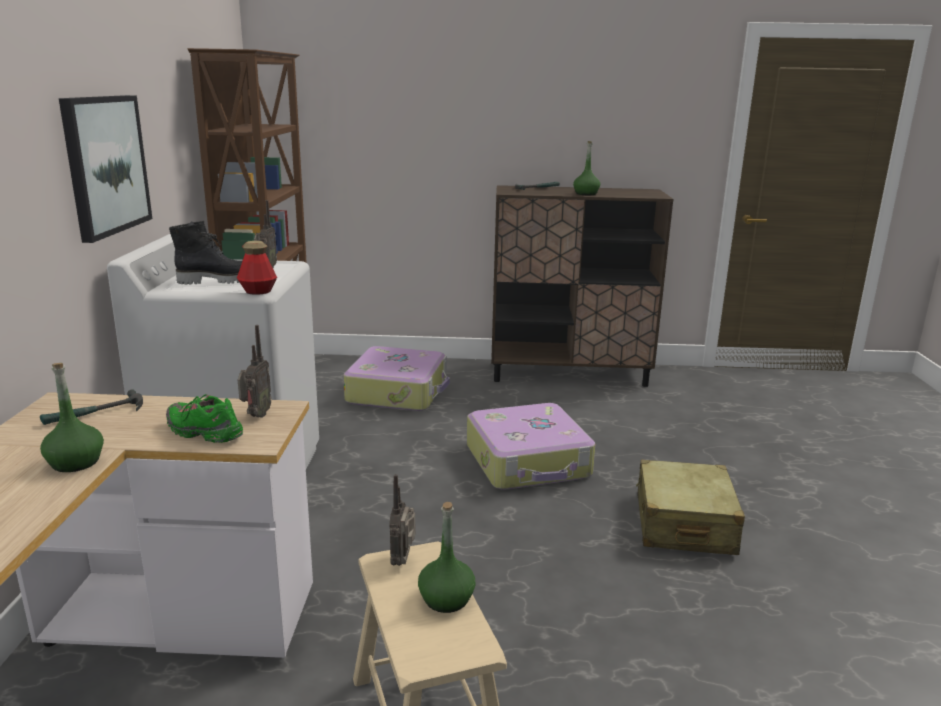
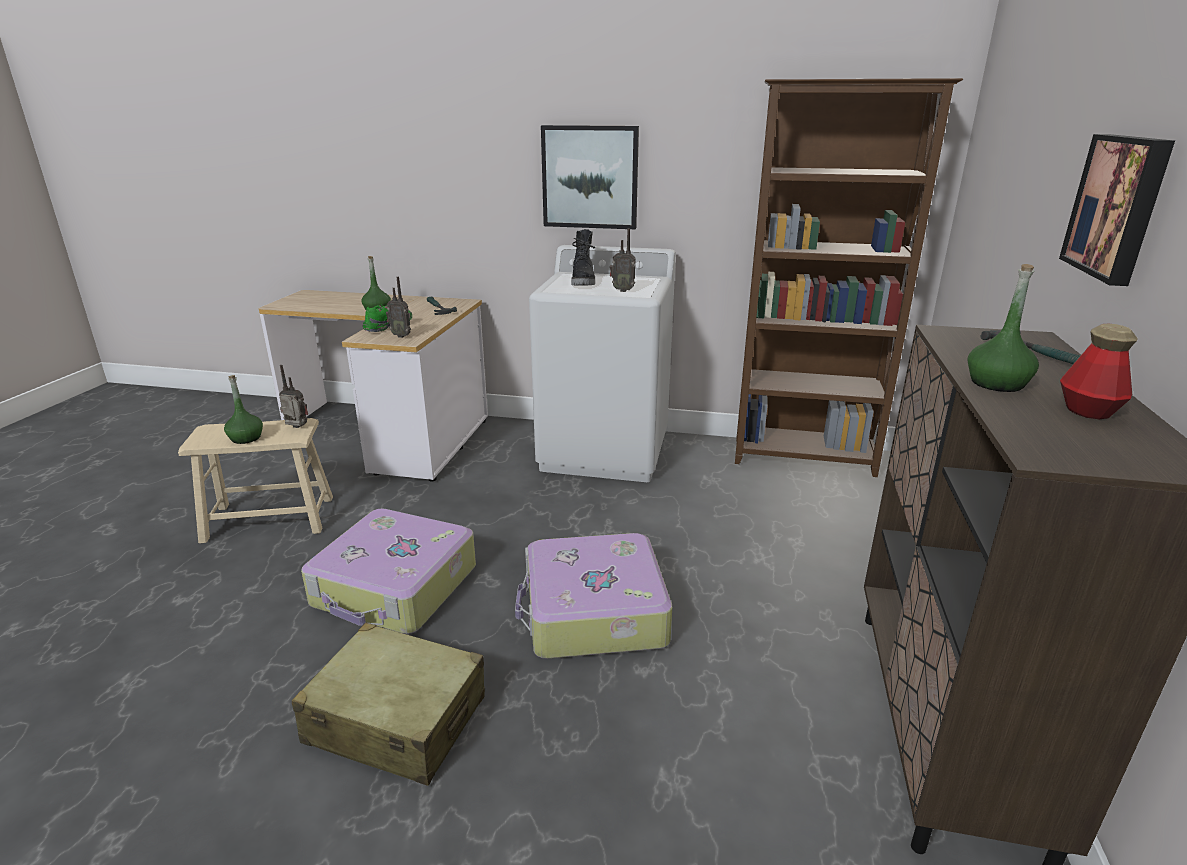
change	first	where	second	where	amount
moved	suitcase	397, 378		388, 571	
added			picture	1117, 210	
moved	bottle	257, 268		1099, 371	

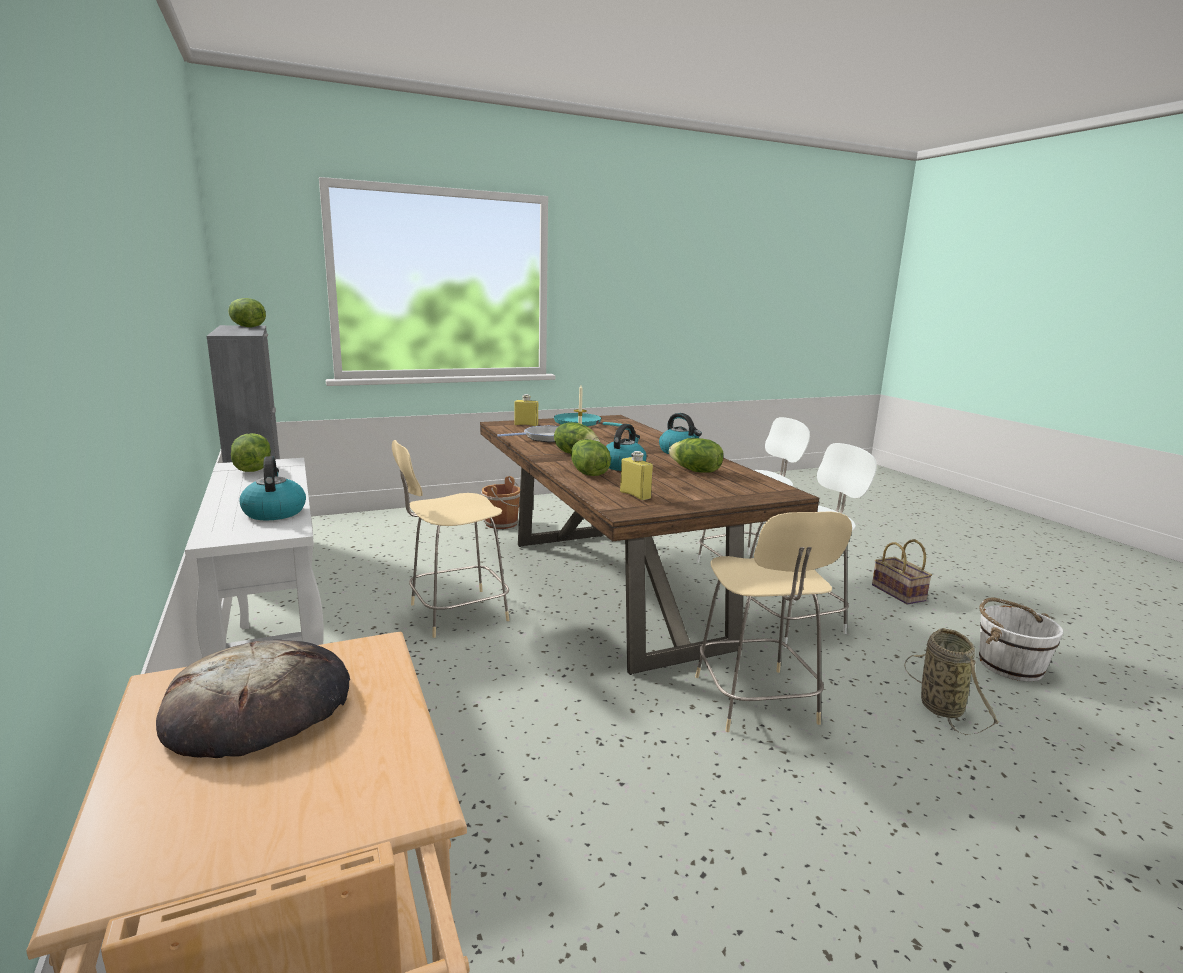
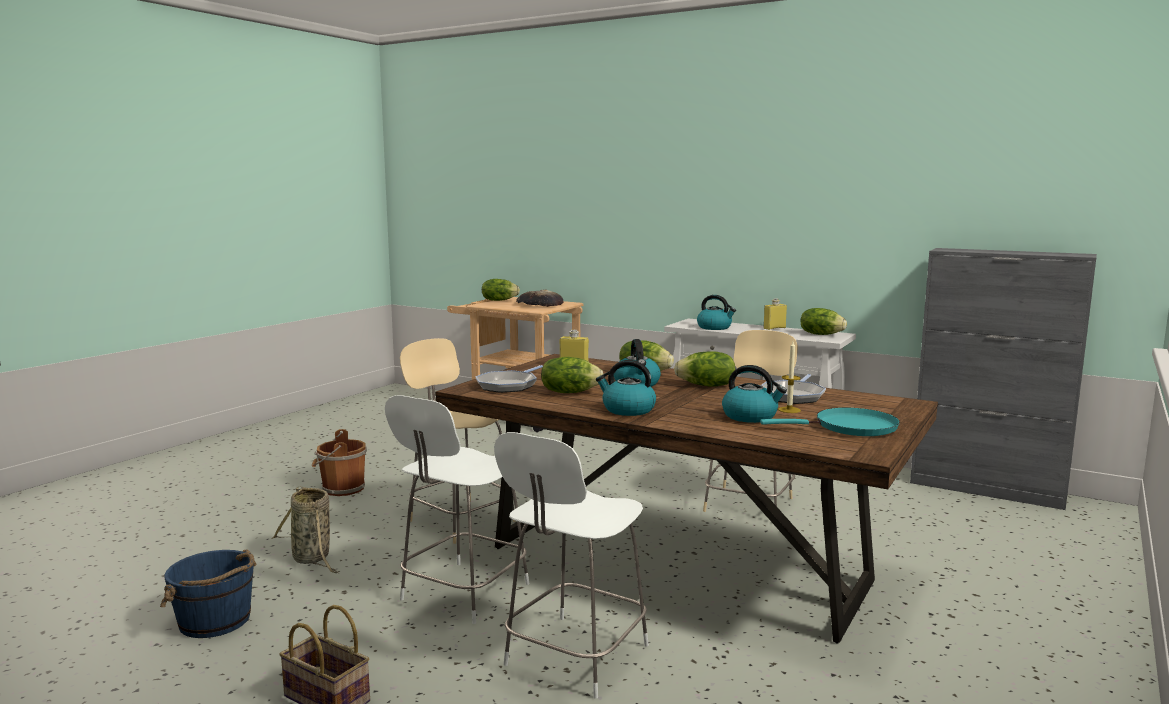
change	first	where	second	where	amount
recoloured	white bucket	1021, 639	blue bucket	208, 594	
moved	brown bucket	500, 502		339, 462	
added			frying pan	509, 379	
moved	lettuce	247, 312		501, 290	
added			kettle	754, 394	
moved	yellow bottle	526, 410		775, 314	

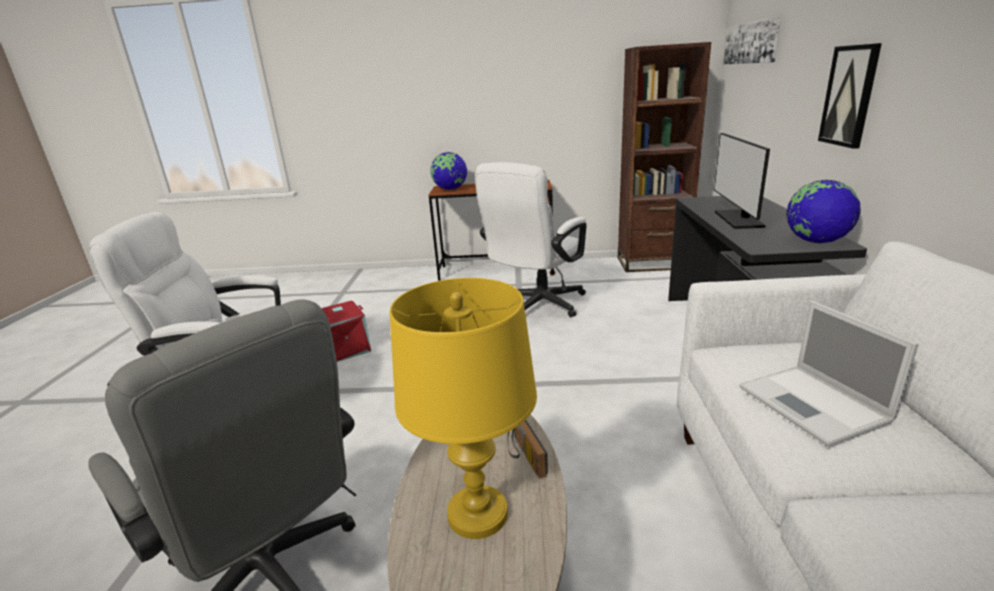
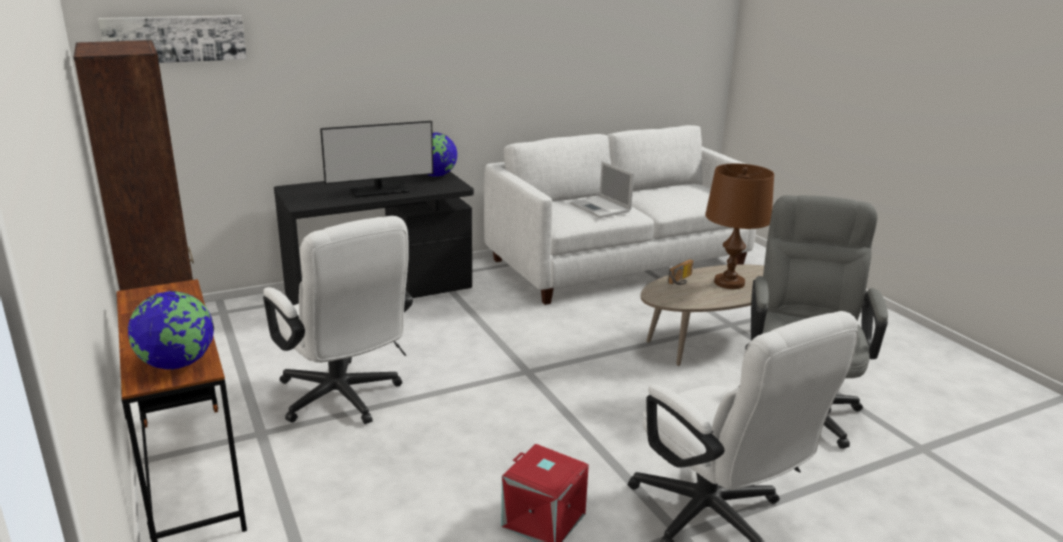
change	first	where	second	where	amount
turned	white office chair	531, 239		338, 320	45 degrees clockwise
turned	laptop	829, 374		602, 189	105 degrees clockwise
recoloured	yellow table lamp	463, 408	brown table lamp	739, 226	
removed	picture	850, 96			

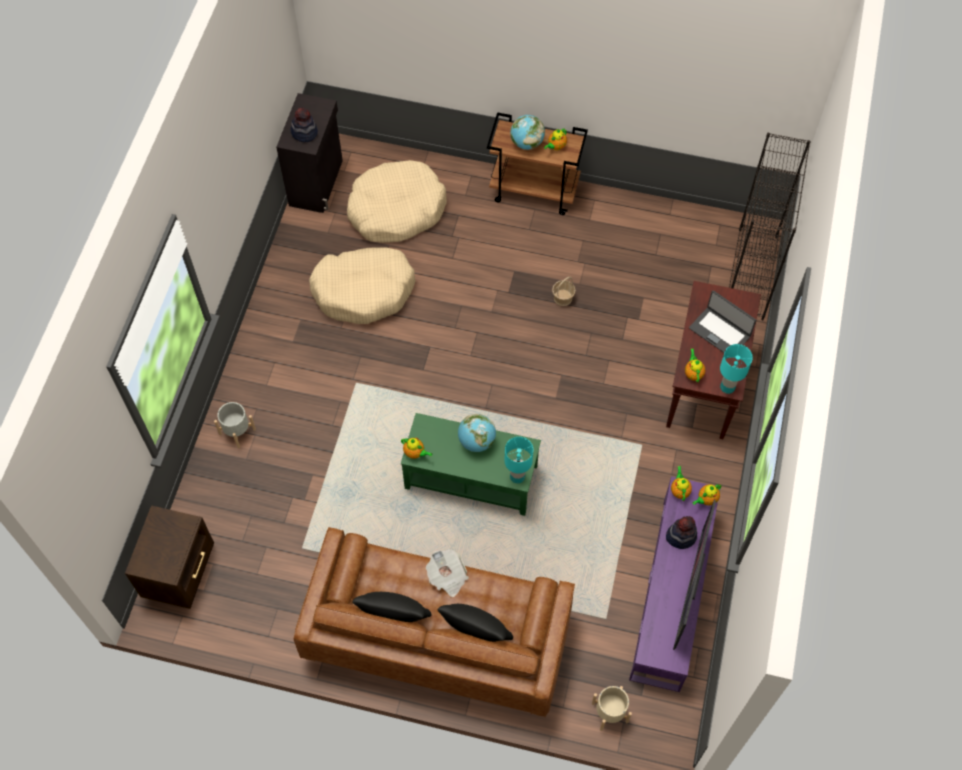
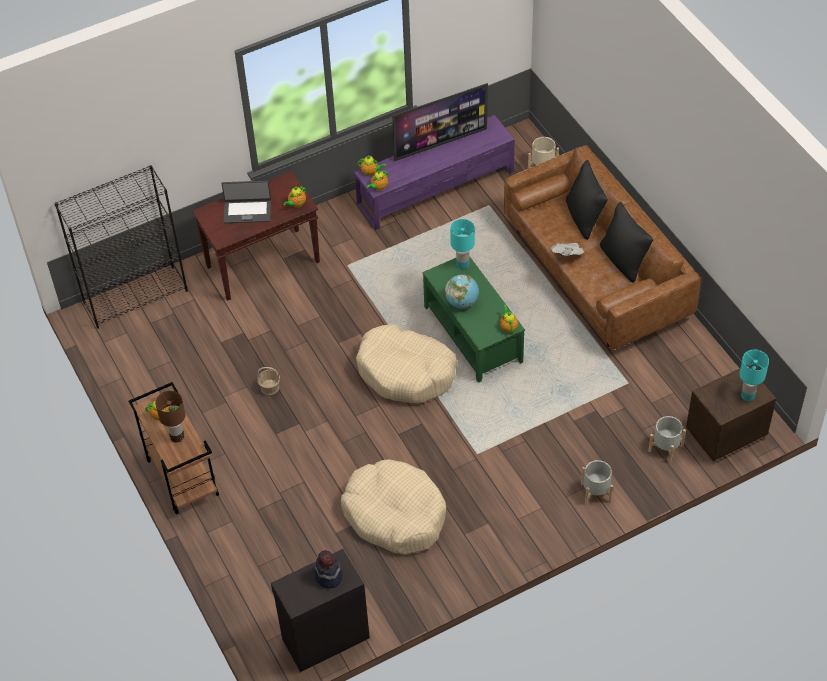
change	first	where	second	where	amount
replaced	globe	527, 132	brown table lamp	170, 416	
turned	laptop	722, 324		246, 202	90 degrees clockwise
moved	beige dog bed	397, 201		406, 364	
added			grey planter	667, 439	
moved	turquoise table lamp	736, 369		754, 375	
removed	hat	681, 532			

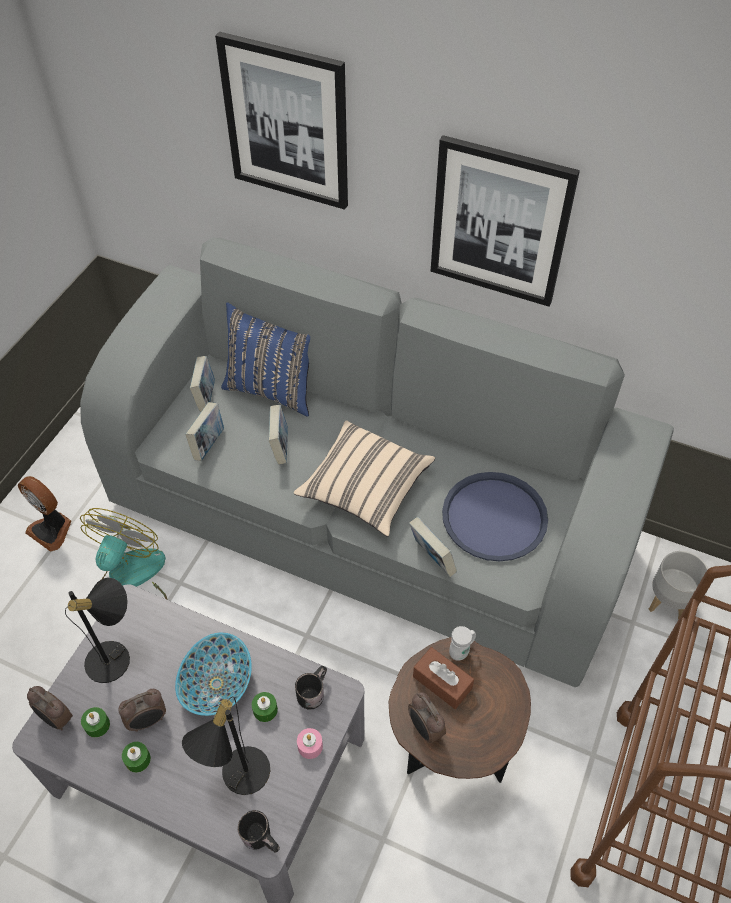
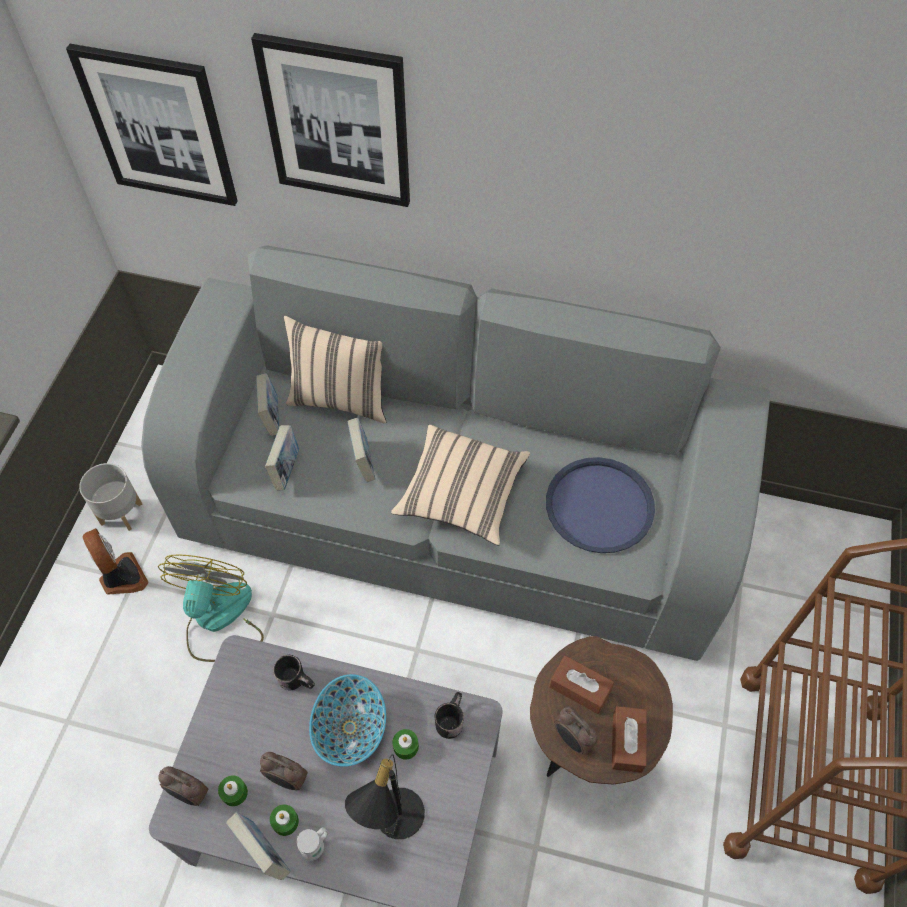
change	first	where	second	where	amount
moved	picture	505, 221		152, 125	
moved	grey planter	678, 585		111, 497	
turned	fan	44, 514		115, 561	150 degrees counterclockwise
moved	book	433, 547		258, 846	
turned	alarm clock	142, 710		284, 771	60 degrees clockwise
moved	black mug	259, 831		294, 673	
recoloured	blue pillow	265, 359	beige pillow	335, 369	
moved	white mug	462, 643		312, 844	
added			brown tissue box	629, 739	
removed	black table lamp	97, 630			
removed	pink candle	310, 743			

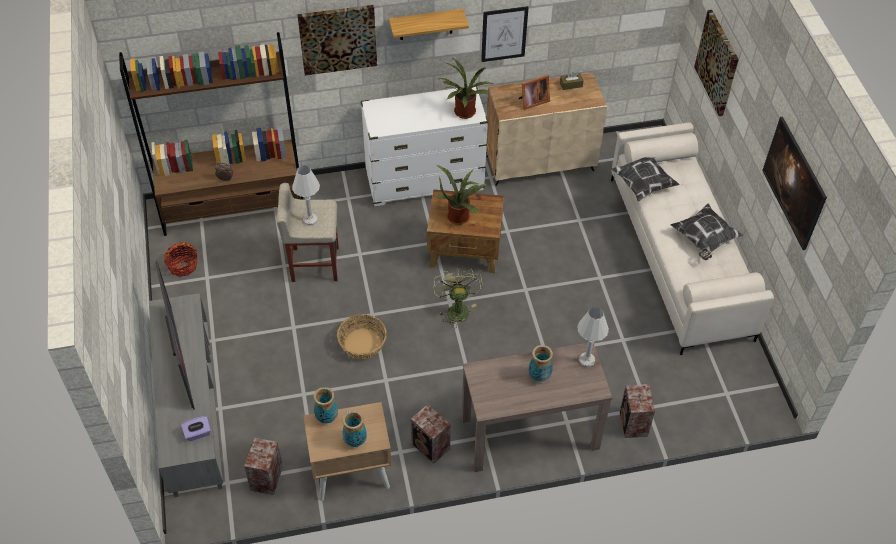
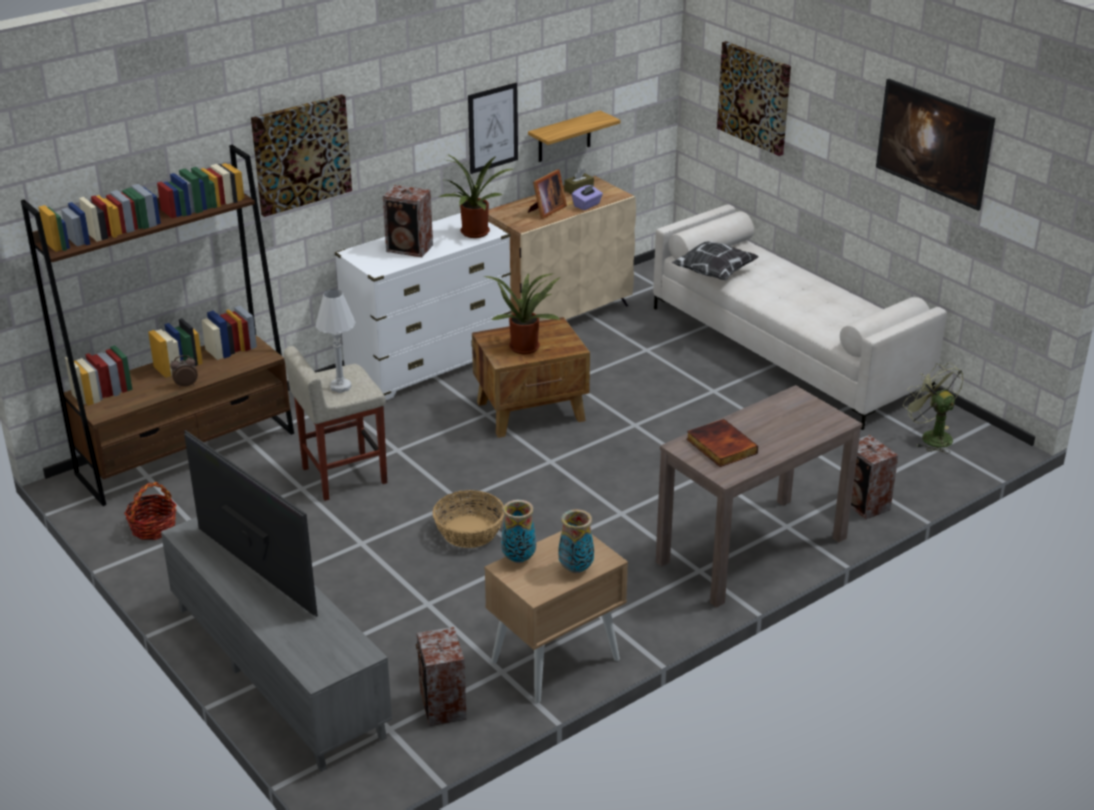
change	first	where	second	where	amount
moved	speaker	431, 434		408, 221	
moved	shelf	429, 24		574, 136	
moved	purple tissue box	196, 428		587, 197	
added			book	722, 443	
moved	green fan	458, 298		933, 408	
removed	vase	541, 363			
removed	white table lamp	593, 337			
removed	pillow	707, 232			

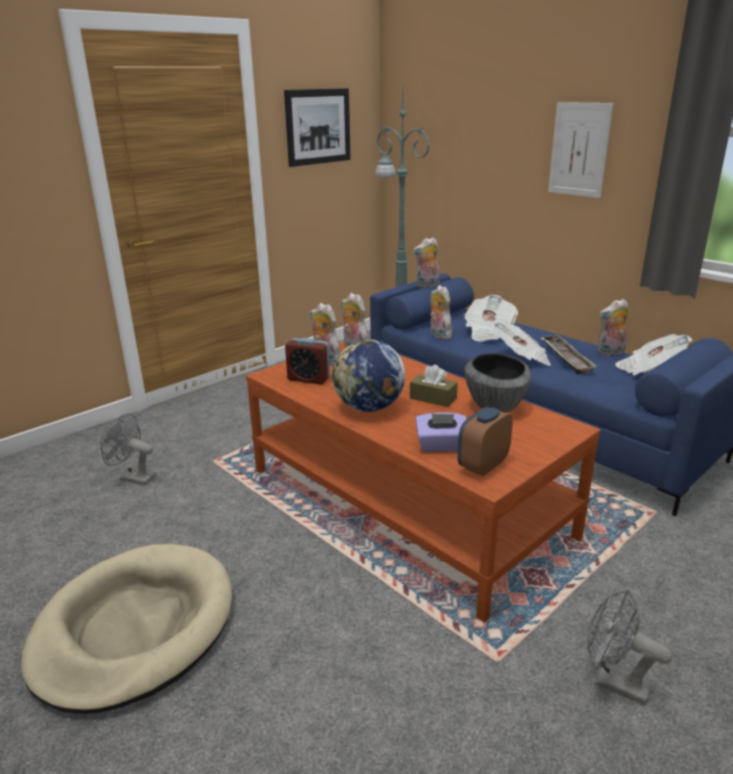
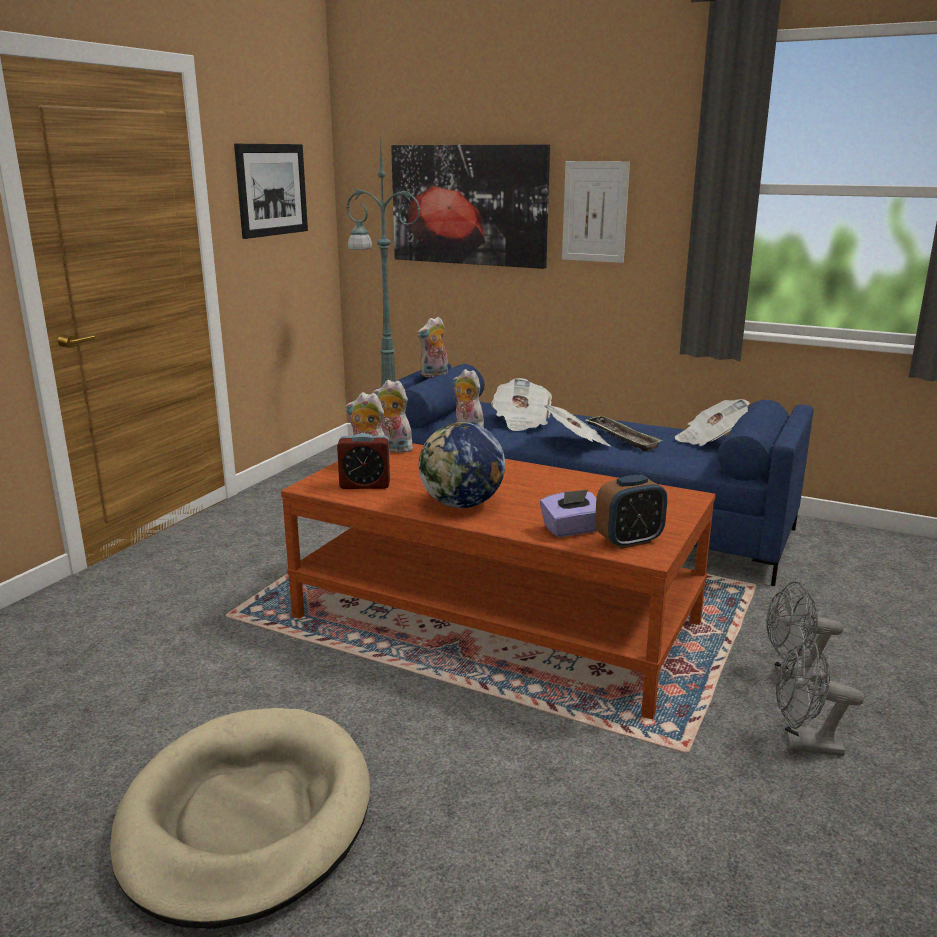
change	first	where	second	where	amount
added			picture	470, 207	
turned	alarm clock	485, 441		631, 512	135 degrees counterclockwise
moved	grey fan	128, 449		804, 631	
removed	brown tissue box	434, 386			
removed	bowl	498, 383			
removed	plush toy	613, 327			

